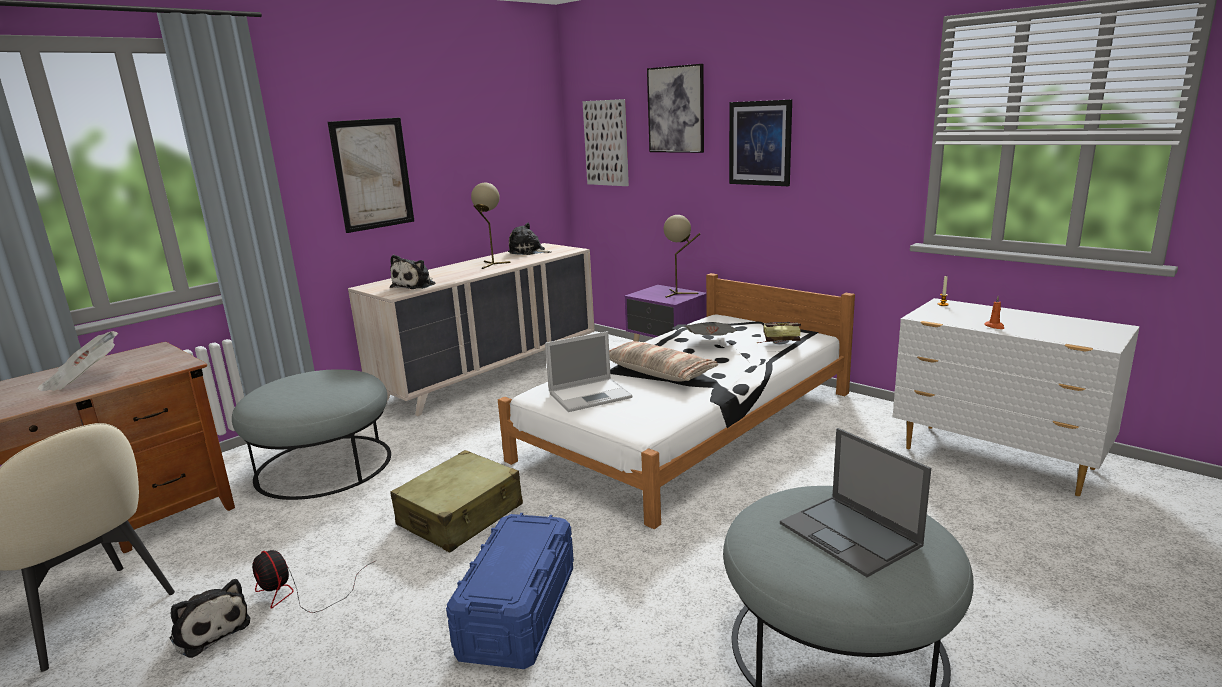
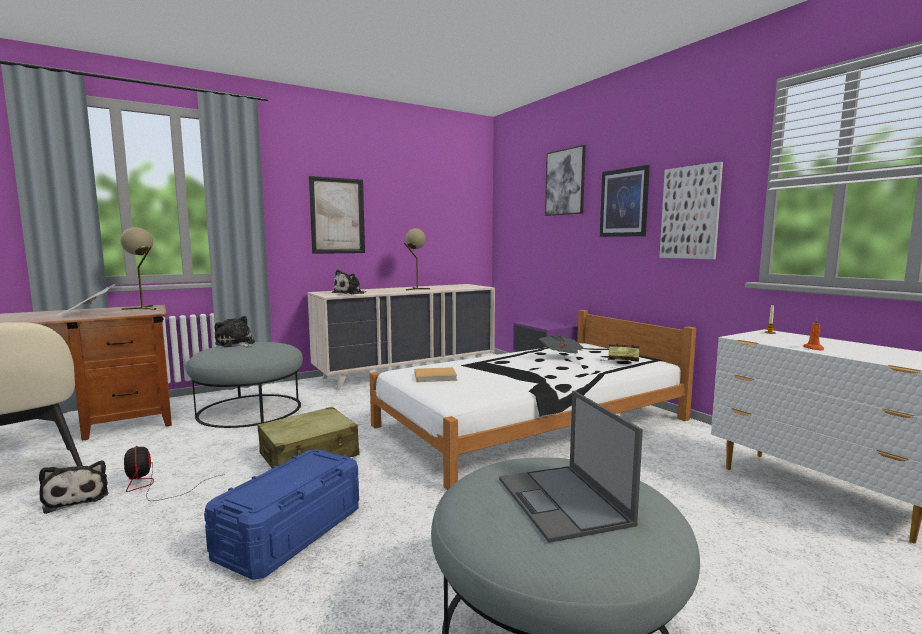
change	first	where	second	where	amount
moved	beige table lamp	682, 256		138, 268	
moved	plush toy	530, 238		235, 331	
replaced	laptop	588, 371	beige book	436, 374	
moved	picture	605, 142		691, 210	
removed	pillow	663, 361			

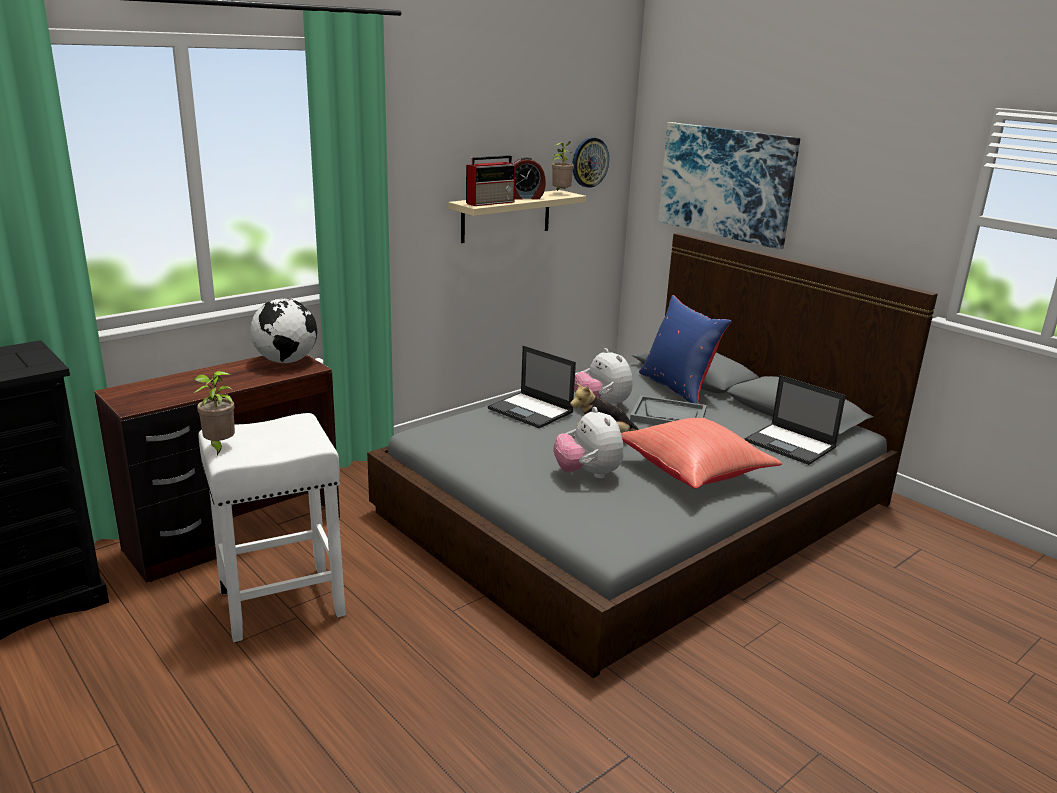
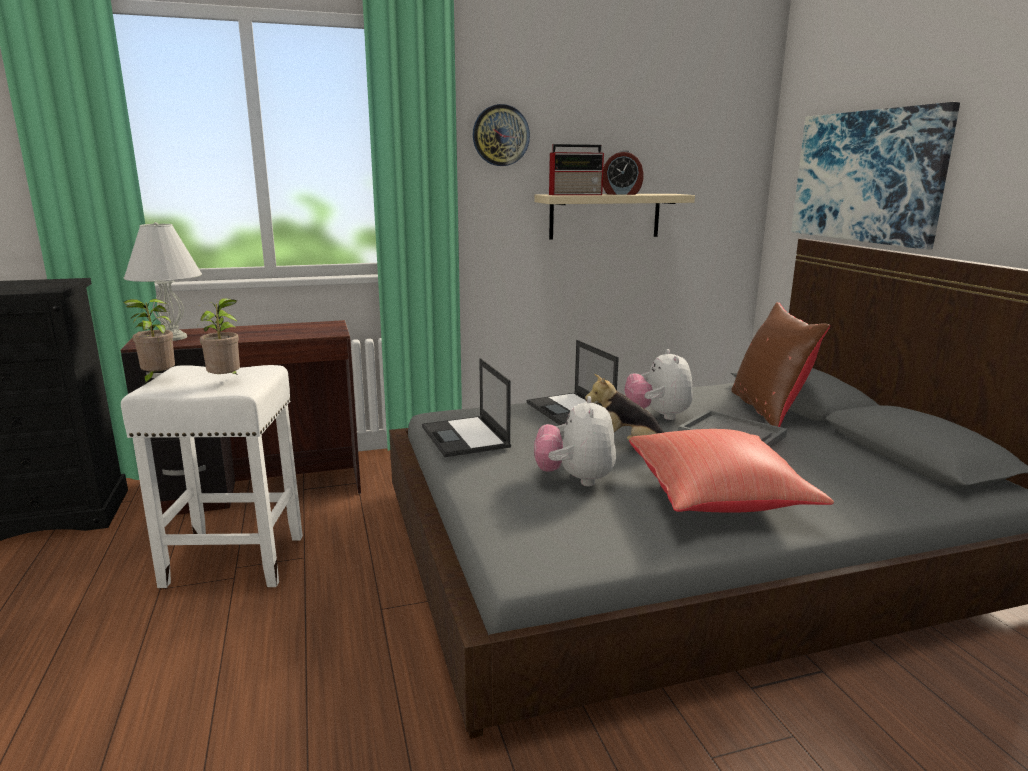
change	first	where	second	where	amount
added			white table lamp	162, 281	
moved	potted plant	563, 166		218, 336	
moved	laptop	795, 420		466, 407	
moved	wall clock	590, 162		501, 135	
recoloured	blue pillow	685, 349	brown pillow	780, 364	
removed	globe	283, 330			

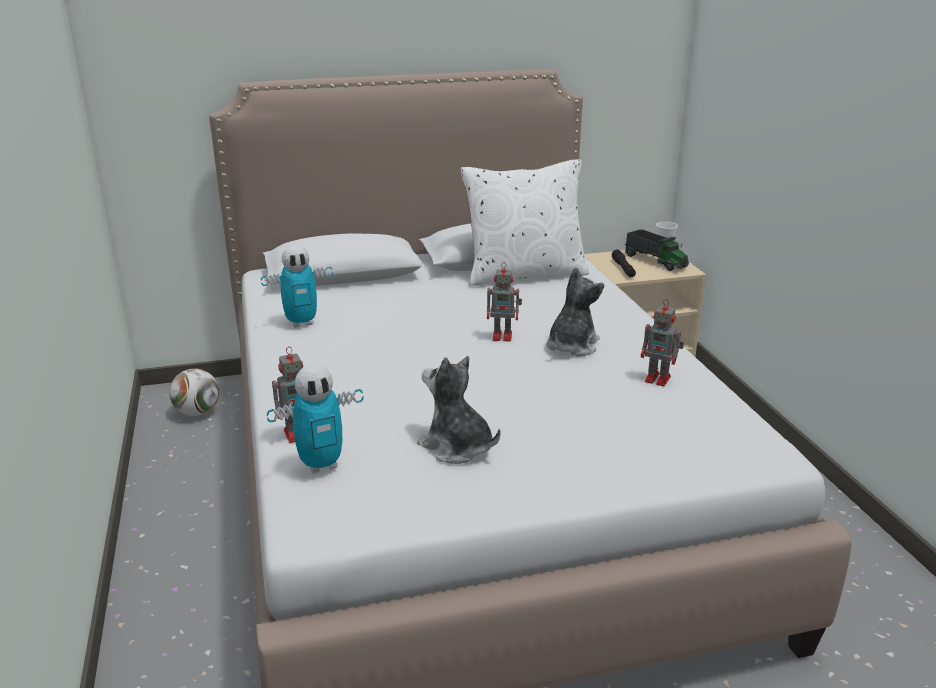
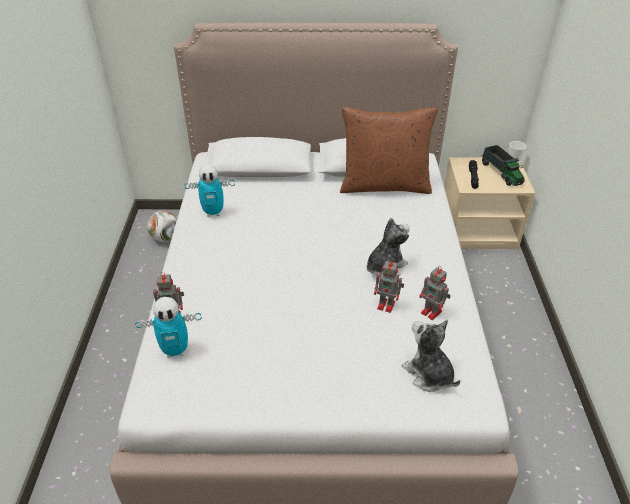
change	first	where	second	where	amount
recoloured	white pillow	524, 222	brown pillow	389, 150	
moved	toy robot	504, 301		389, 286	
moved	plush toy	459, 410		431, 356	

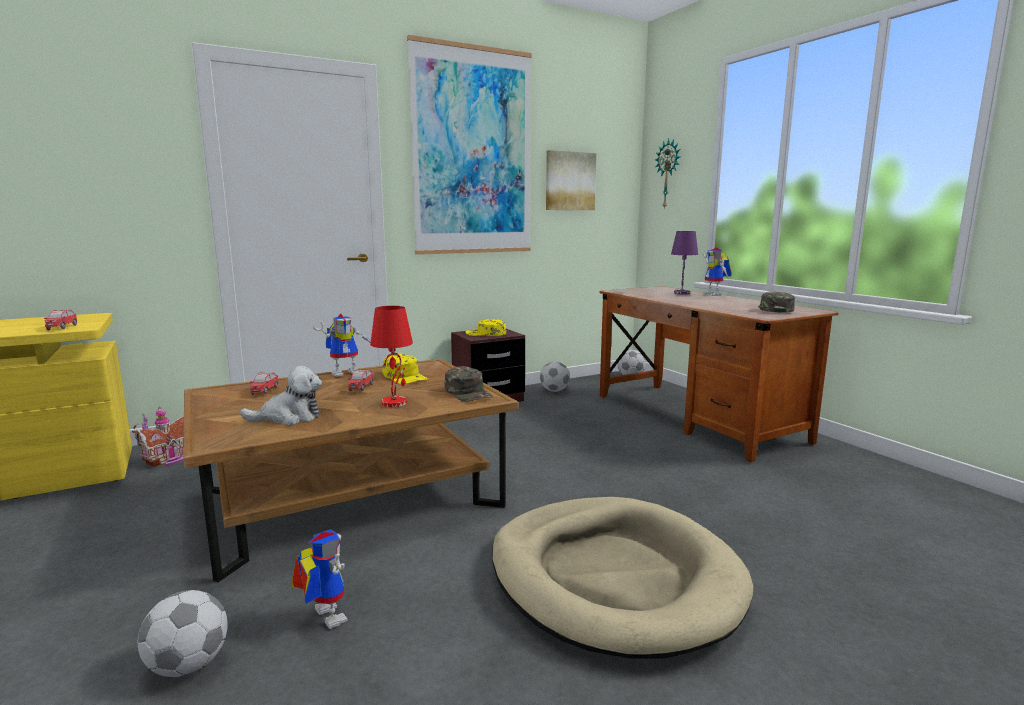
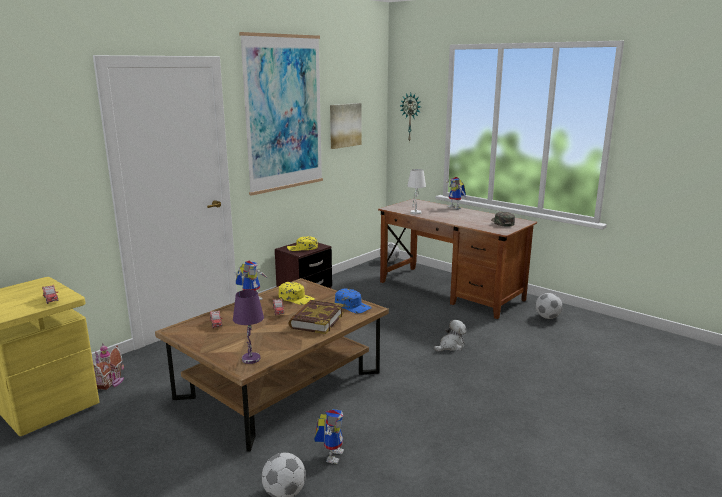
change	first	where	second	where	amount
moved	purple table lamp	684, 263		248, 327	
replaced	red table lamp	391, 356	book	316, 317	
turned	toy robot	319, 579		329, 436	75 degrees clockwise
recoloured	green cap	468, 384	blue cap	353, 300	
added			white table lamp	416, 191	
moved	plush toy	281, 395		450, 336	
moved	football	555, 377		549, 306	
removed	beige dog bed	622, 577			

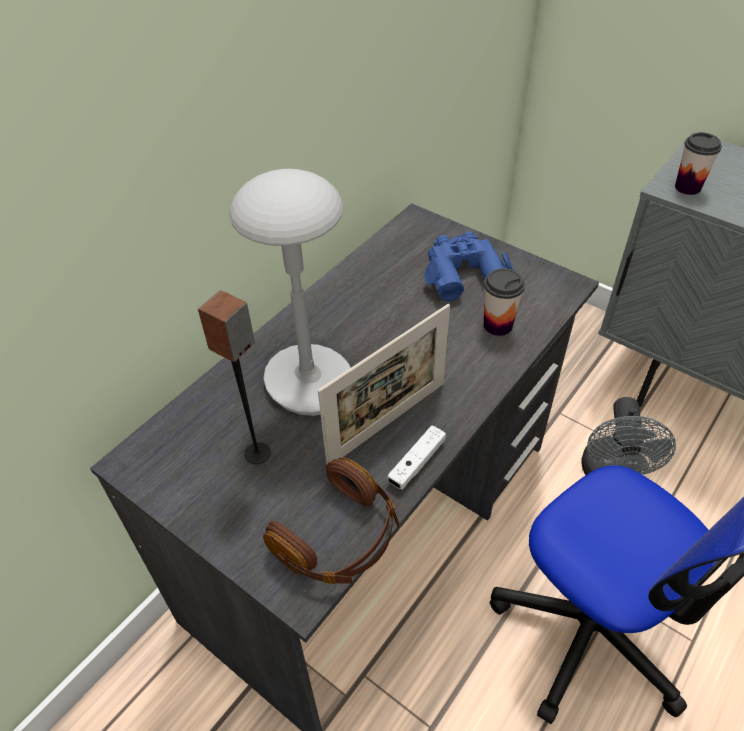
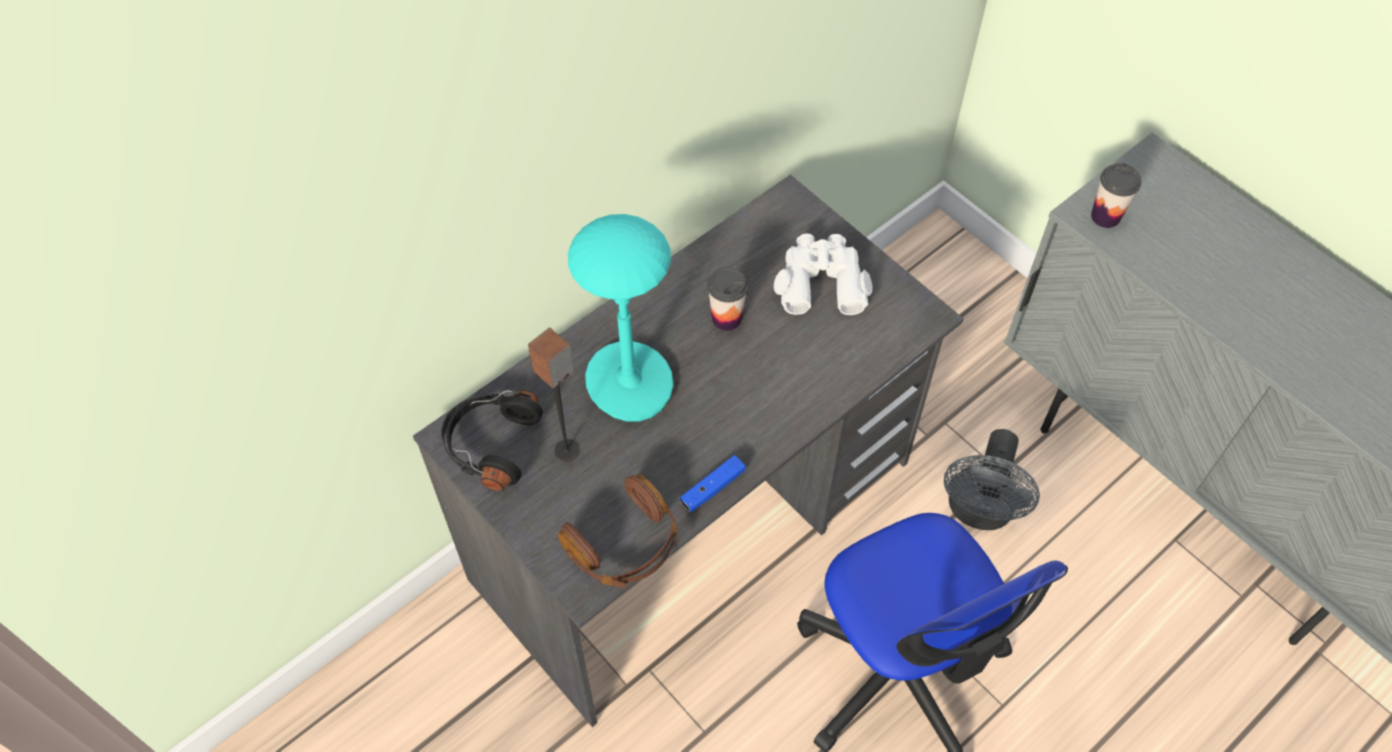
change	first	where	second	where	amount
added			black headphones	492, 441	
recoloured	grey table lamp	290, 292	turquoise table lamp	620, 317	
recoloured	white game controller	416, 457	blue game controller	712, 483	
moved	cup	504, 302		727, 299	
recoloured	blue binoculars	469, 266	white binoculars	823, 274	
removed	picture frame	384, 384			

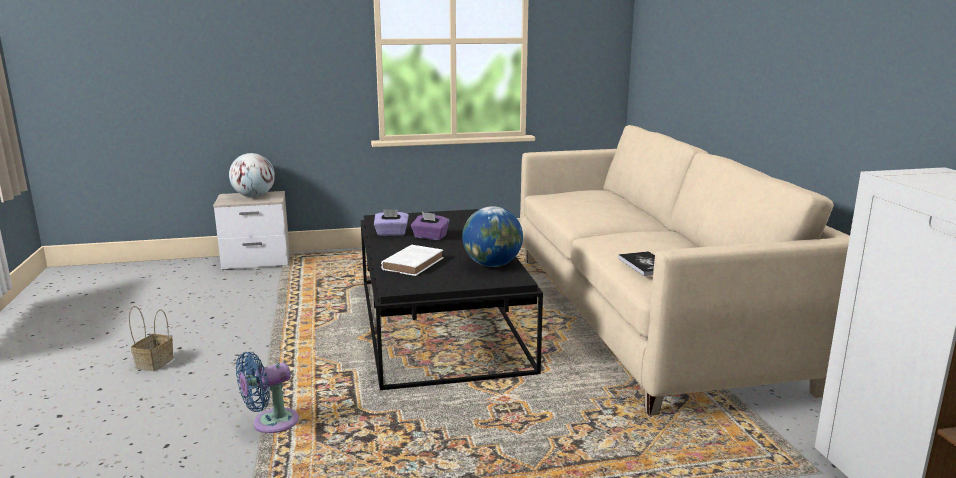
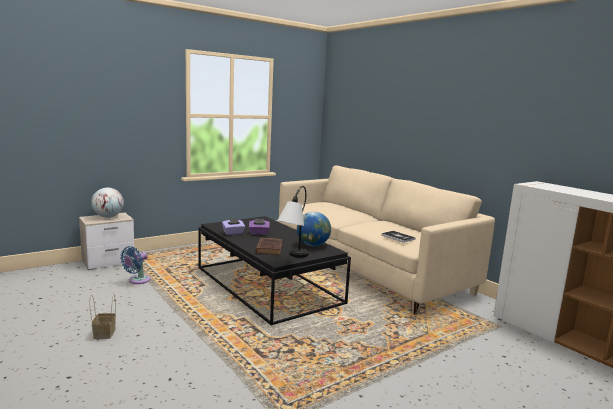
change	first	where	second	where	amount
moved	blue fan	267, 392		135, 265	
recoloured	white book	412, 260	brown book	269, 246	
added			table lamp	293, 222	

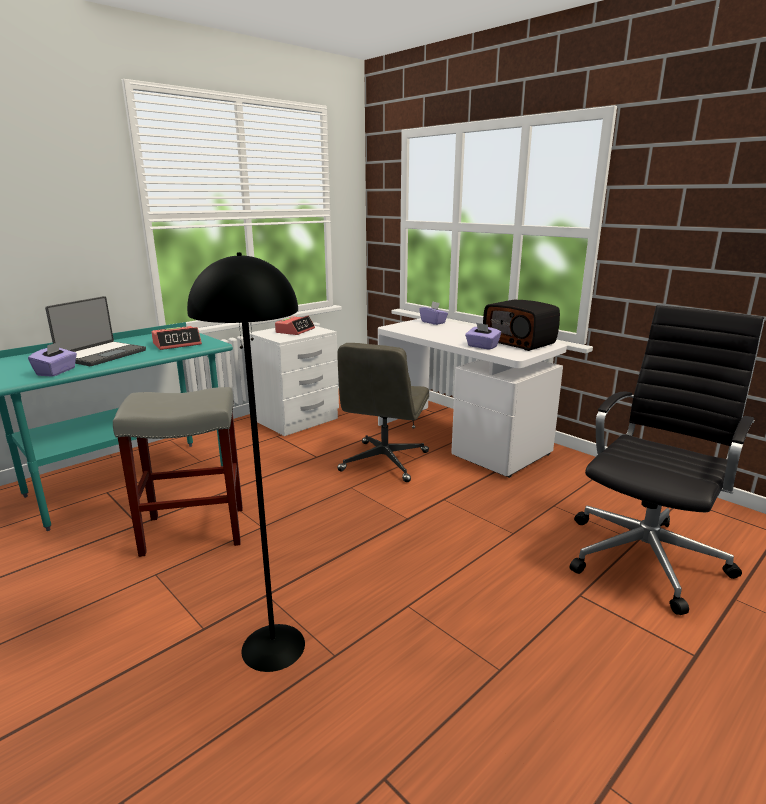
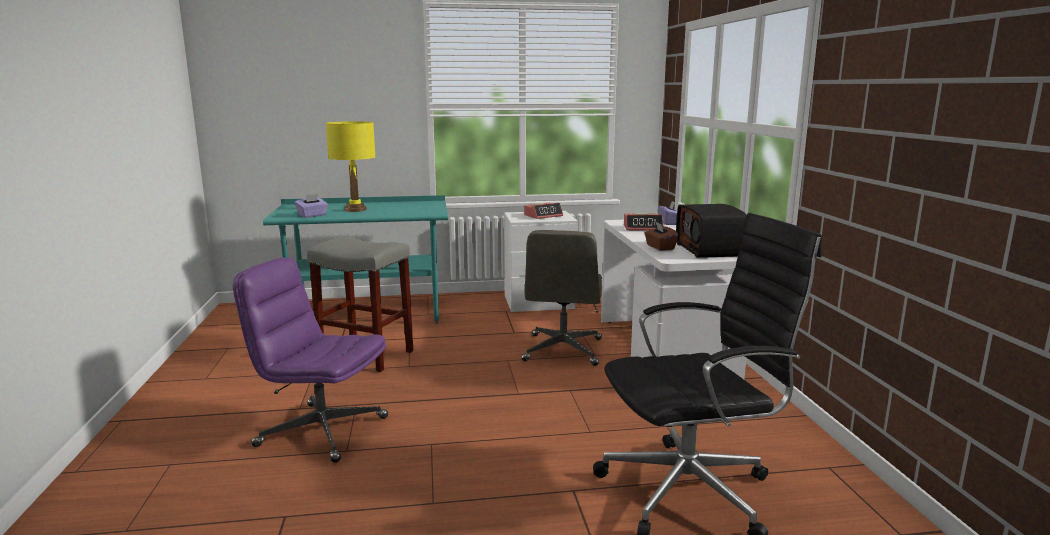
change	first	where	second	where	amount
replaced	black floor lamp	246, 462	purple office chair	310, 360	
replaced	laptop	95, 331	yellow table lamp	350, 166	
turned	grey office chair	383, 412		562, 298	45 degrees counterclockwise
moved	alarm clock	176, 338		643, 222	
recoloured	purple tissue box	483, 336	brown tissue box	661, 236	

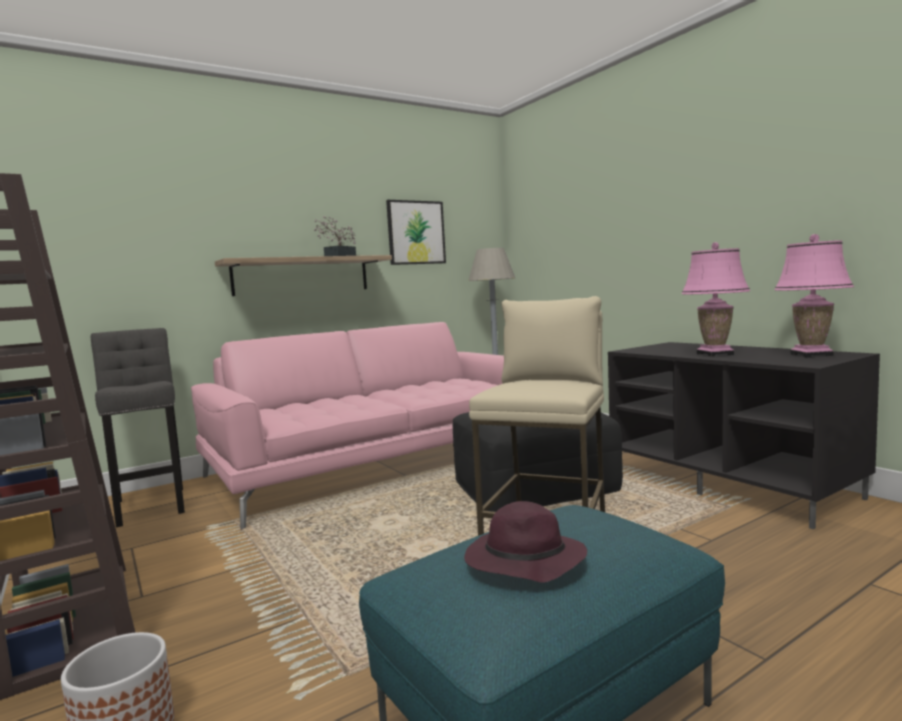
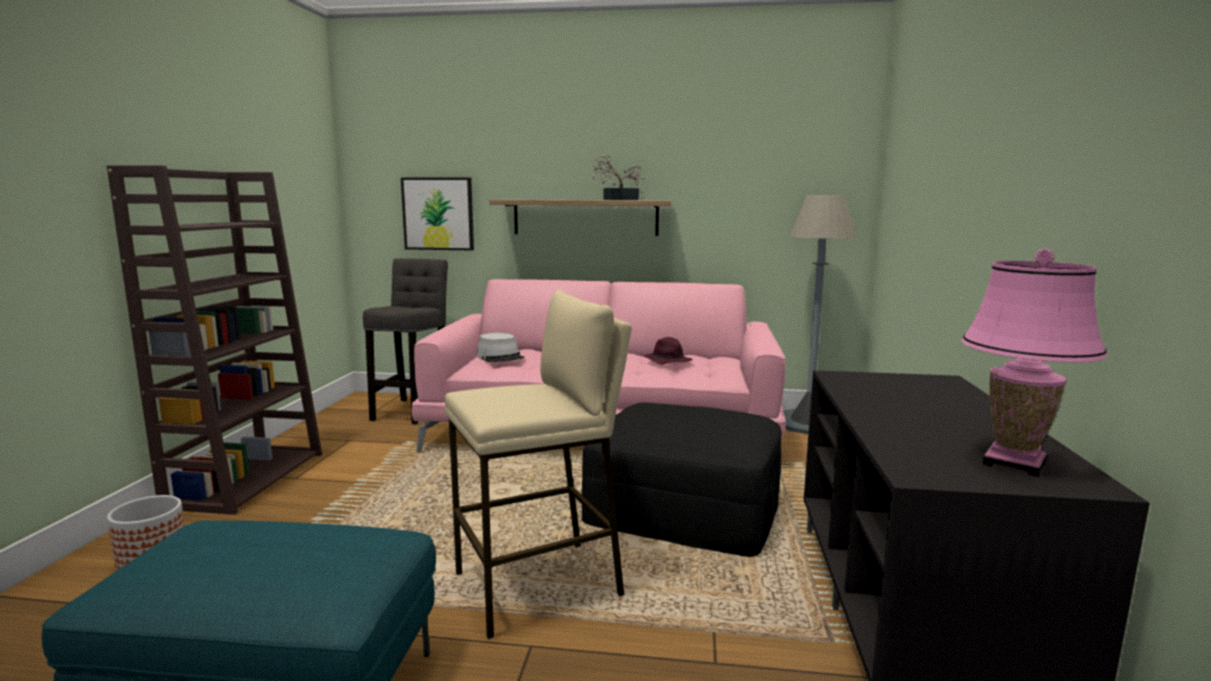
change	first	where	second	where	amount
moved	picture	416, 232		437, 214	
added			grey hat	501, 347	
moved	purple hat	525, 542		668, 351	
removed	pink table lamp	715, 299			

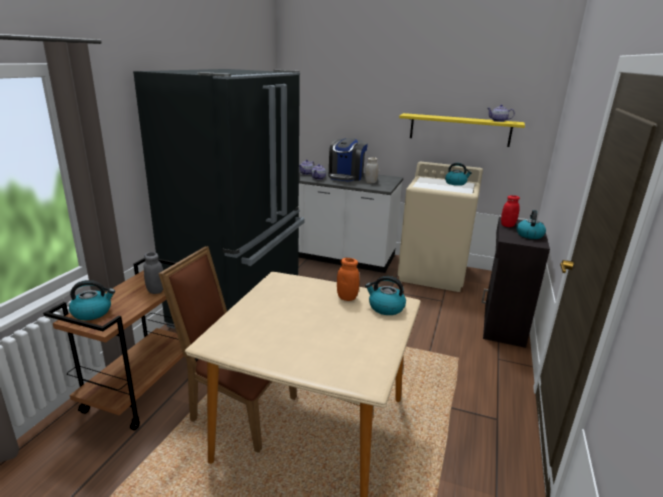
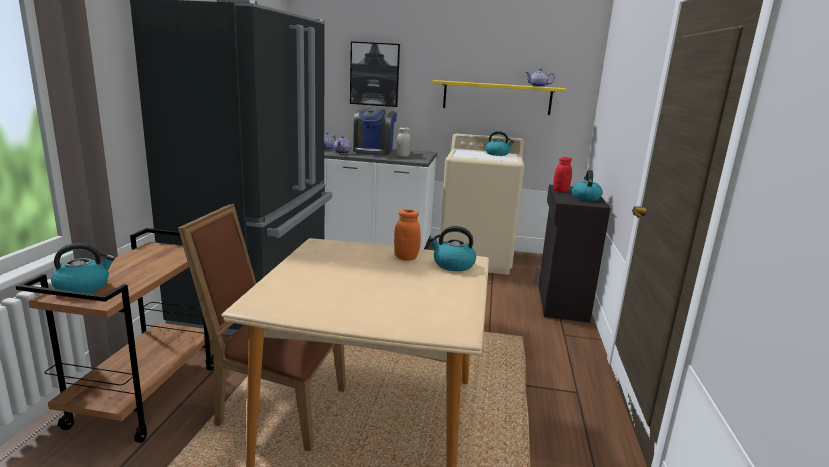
change	first	where	second	where	amount
added			picture	375, 74	
removed	grey jar	153, 273			

